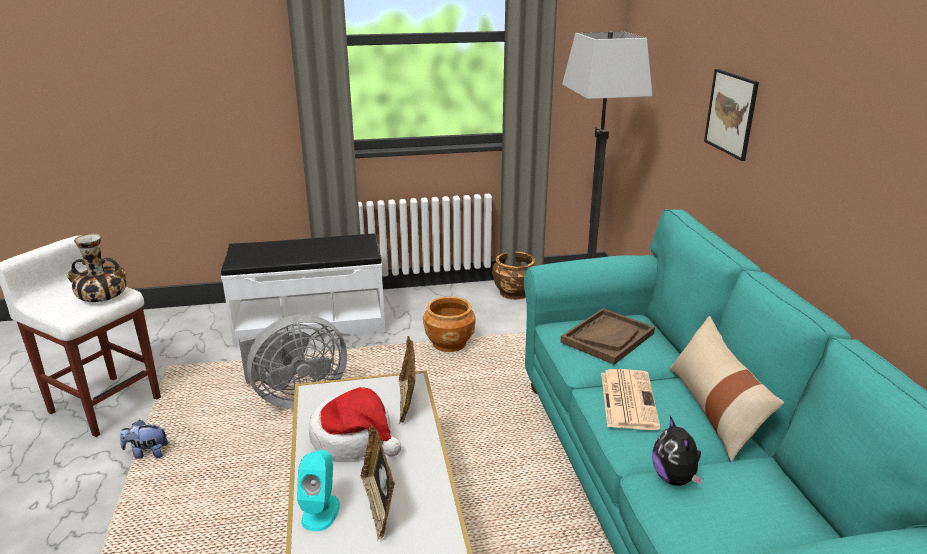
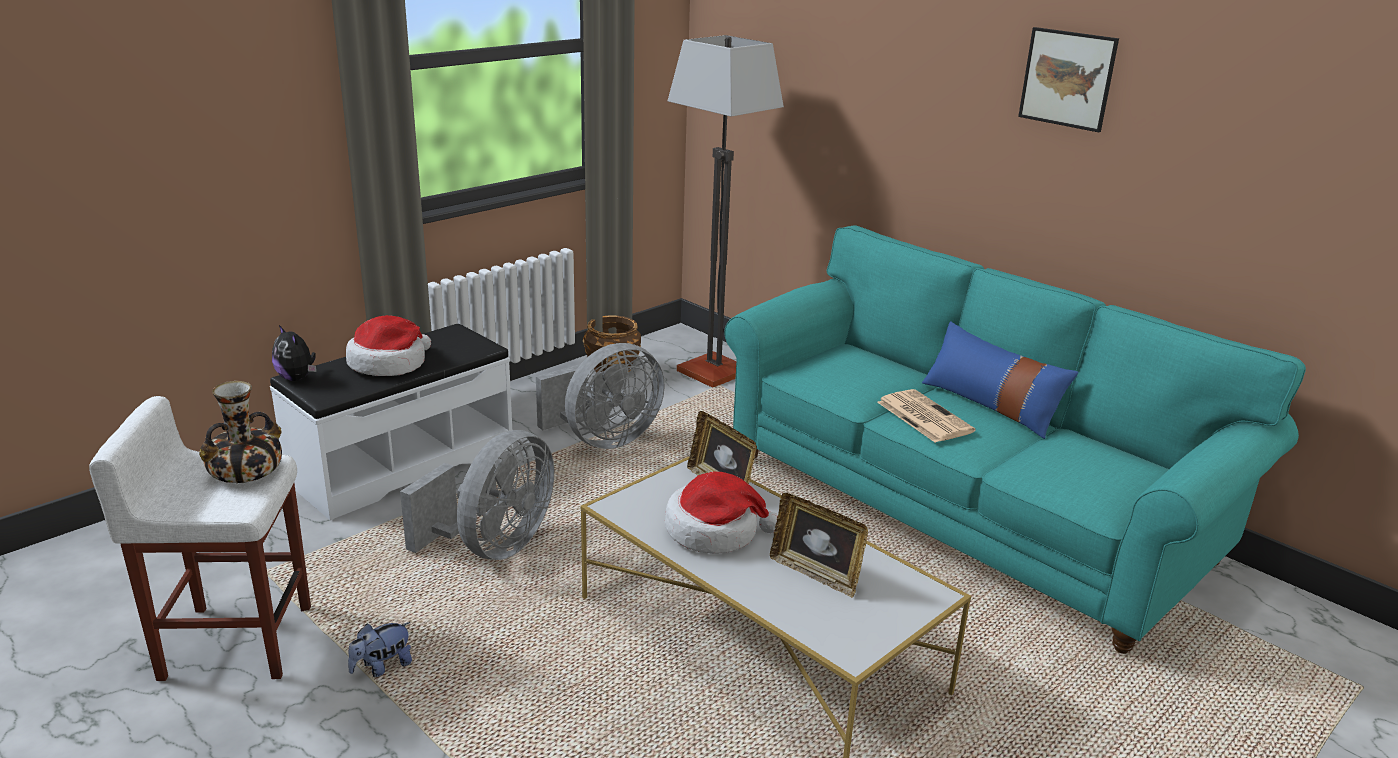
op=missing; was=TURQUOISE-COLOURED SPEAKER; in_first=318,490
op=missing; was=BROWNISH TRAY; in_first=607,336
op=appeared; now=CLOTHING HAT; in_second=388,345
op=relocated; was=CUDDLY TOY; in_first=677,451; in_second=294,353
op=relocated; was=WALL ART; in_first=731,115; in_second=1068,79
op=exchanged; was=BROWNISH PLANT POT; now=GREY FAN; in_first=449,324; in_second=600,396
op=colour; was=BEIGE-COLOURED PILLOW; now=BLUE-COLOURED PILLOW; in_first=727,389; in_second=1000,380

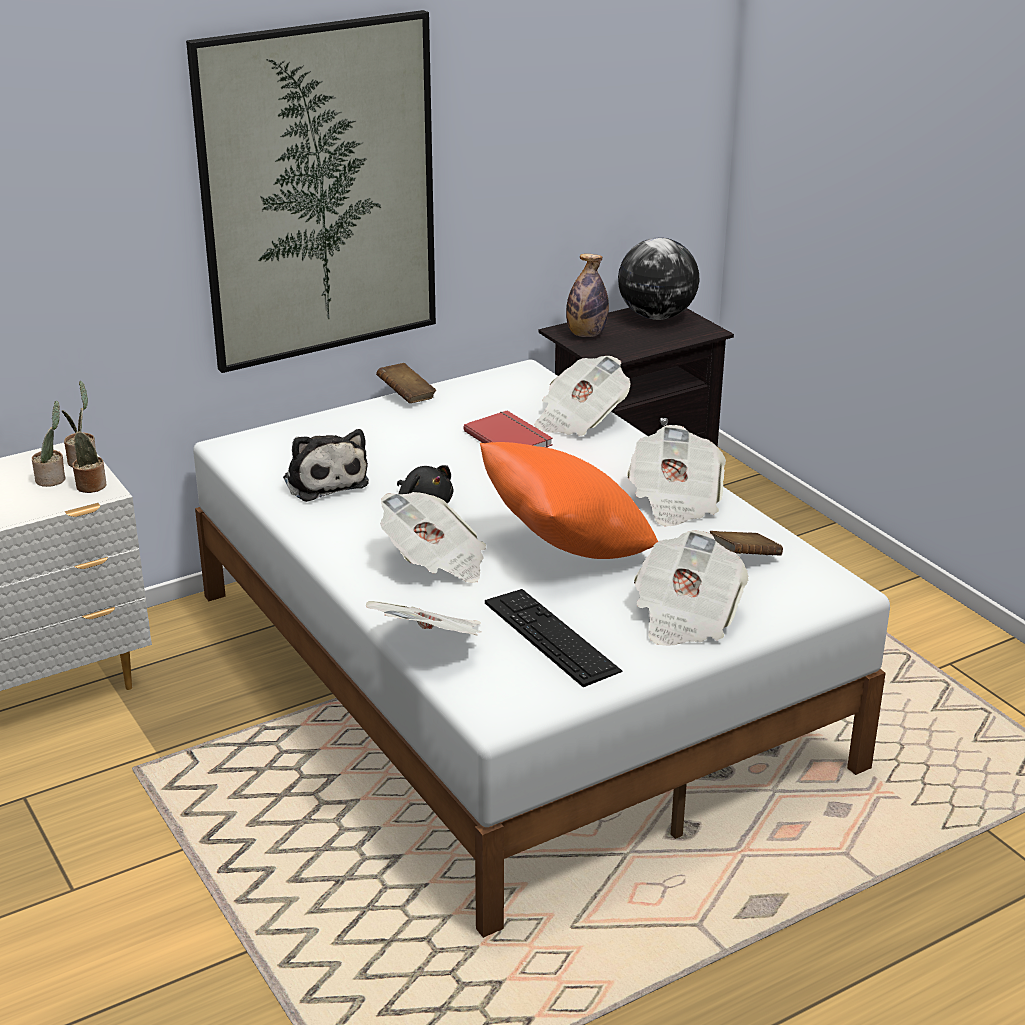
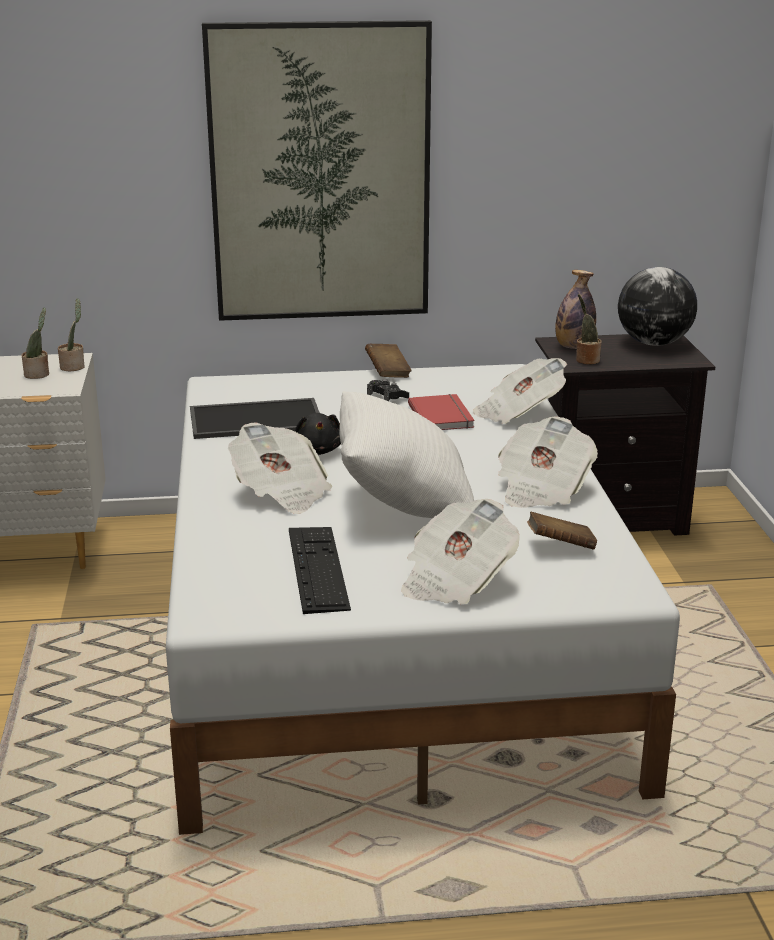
op=missing; was=PRINTED PAPER; in_first=423,618
op=appeared; now=BLACK-COLOURED GAME CONTROLLER; in_second=388,390
op=relocated; was=HOUSEPLANT; in_first=84,451; in_second=588,329
op=exchanged; was=CUDDLY TOY; now=TRAY; in_first=326,465; in_second=255,418
op=colour; was=ORANGE PILLOW; now=WHITISH PILLOW; in_first=569,500; in_second=406,454

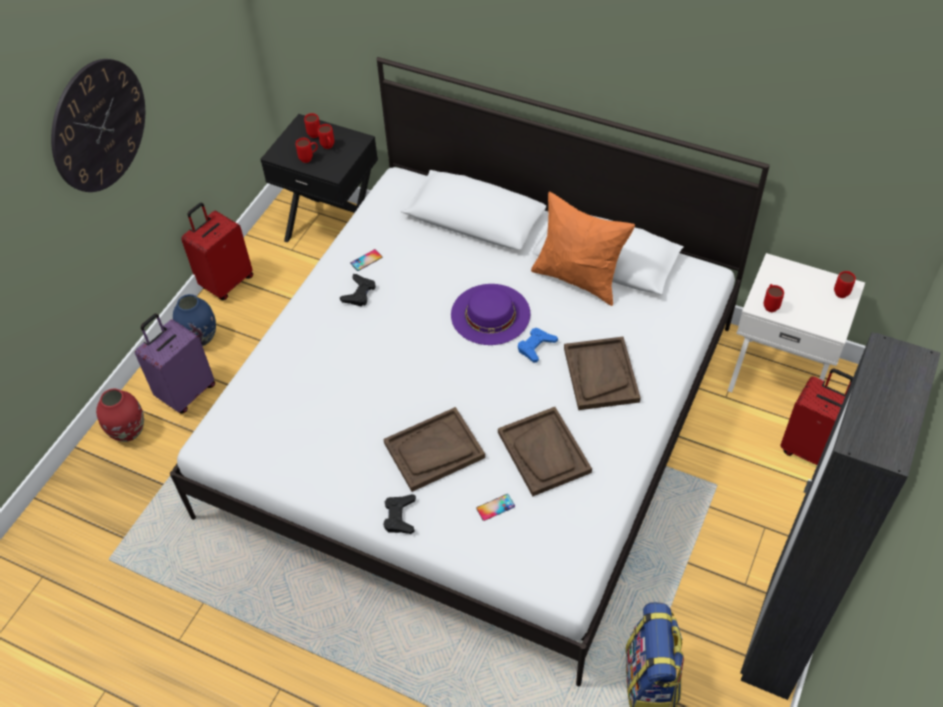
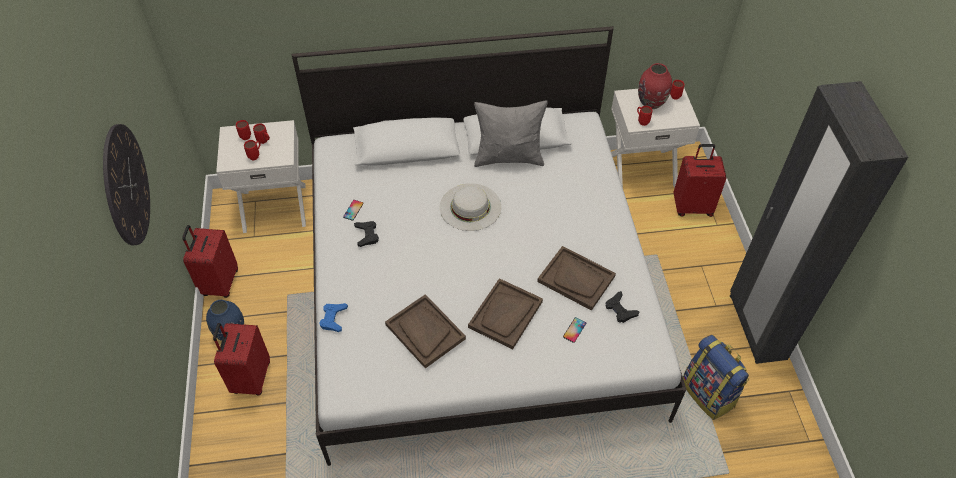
op=relocated; was=REDDISH VASE; in_first=120,415; in_second=655,86
op=relocated; was=BLACK-COLOURED GAME CONTROLLER; in_first=399,514; in_second=622,307
op=relocated; was=BLUE-COLOURED GAME CONTROLLER; in_first=538,345; in_second=333,317
op=relocated; was=BROWNISH TRAY; in_first=602,373; in_second=425,331
op=colour; was=PURPLE SUITCASE; now=REDDISH SUITCASE; in_first=175,364; in_second=241,359
op=colour; was=BLACK-COLOURED NIGHTSTAND; now=WHITISH NIGHTSTAND; in_first=319,178; in_second=261,176
op=colour; was=PURPLE CLOTHING HAT; now=WHITISH CLOTHING HAT; in_first=491,314; in_second=470,207
op=colour; was=ORANGE PILLOW; now=GREY PILLOW; in_first=583,248; in_second=511,133

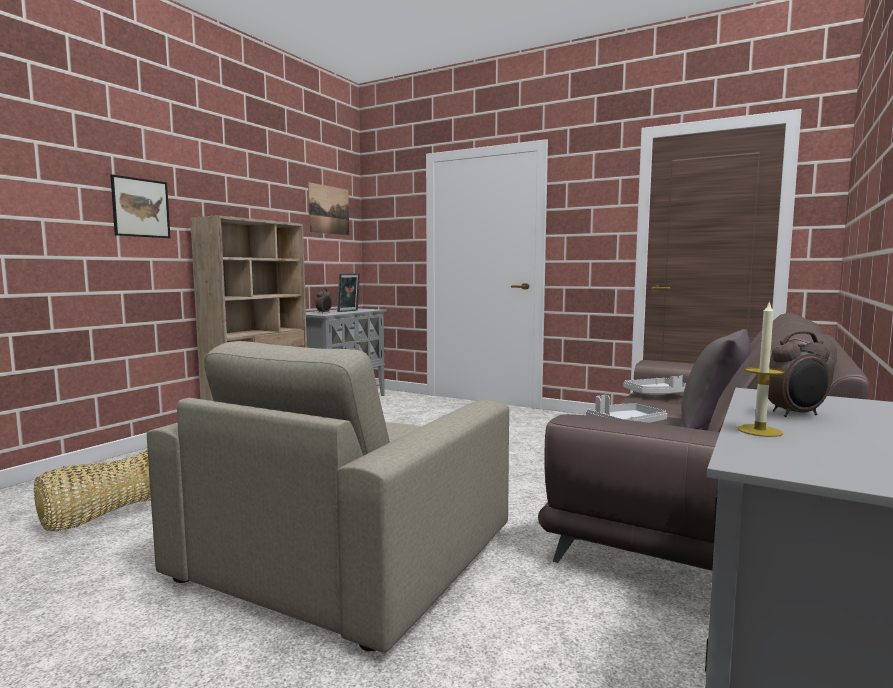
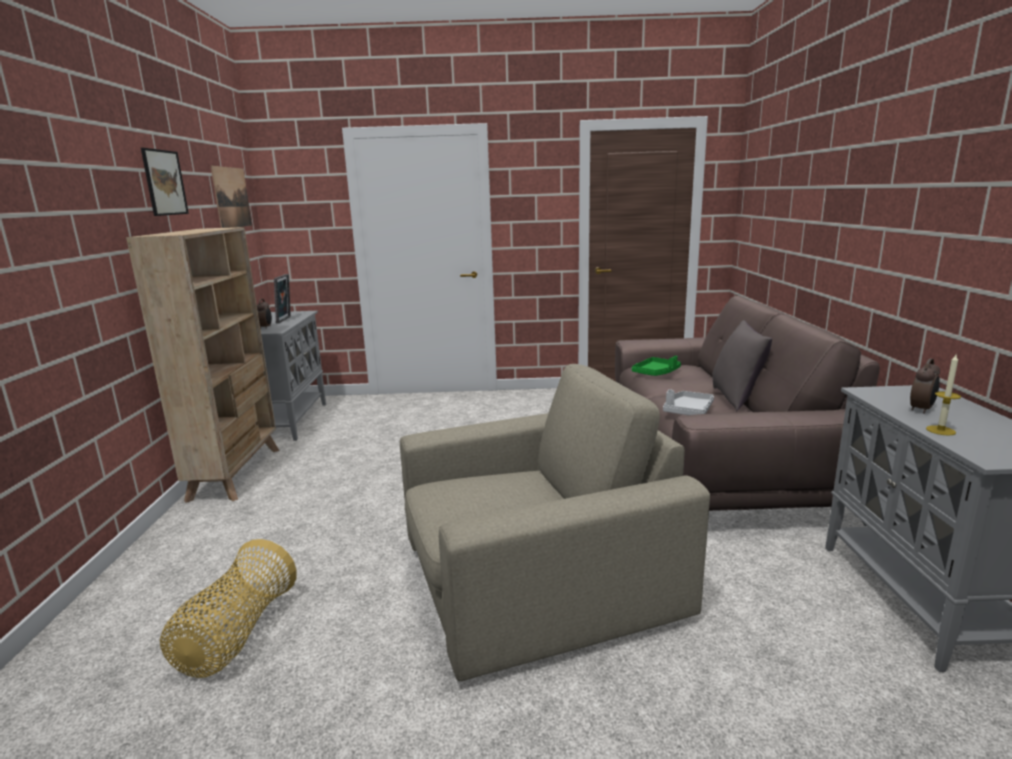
op=relocated; was=WALL ART; in_first=140,206; in_second=165,182
op=colour; was=GREY TRAY; now=GREEN-COLOURED TRAY; in_first=654,385; in_second=656,366
op=spun; was=BEIGE-COLOURED ARMCHAIR; in_first=328,497; in_second=555,522; clockwise=-105

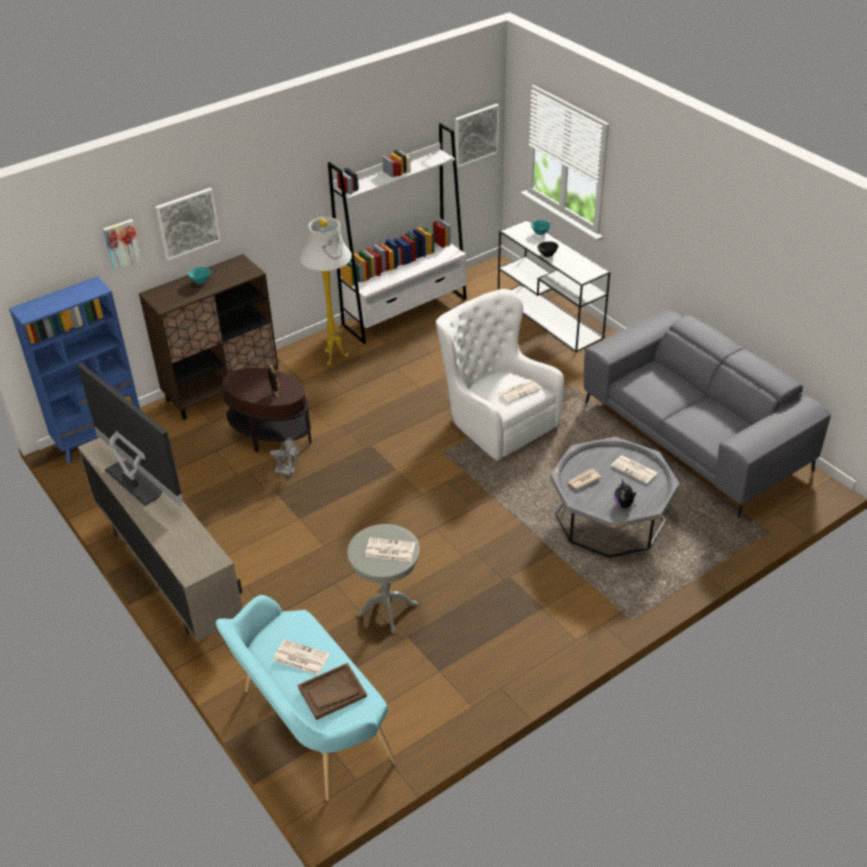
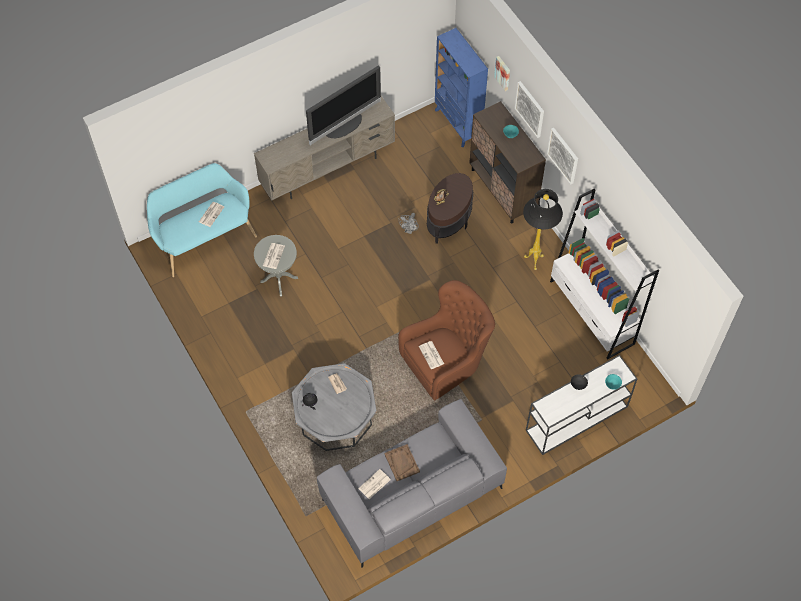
op=relocated; was=BROWNISH TRAY; in_first=332,691; in_second=402,462
op=relocated; was=WALL ART; in_first=477,136; in_second=562,156
op=relocated; was=PRINTED PAPER; in_first=634,469; in_second=374,484
op=colour; was=WHITISH STANDING LAMP; now=BLACK-COLOURED STANDING LAMP; in_first=326,291; in_second=543,229
op=colour; was=WHITISH ARMCHAIR; now=BROWNISH ARMCHAIR; in_first=500,375; in_second=446,340

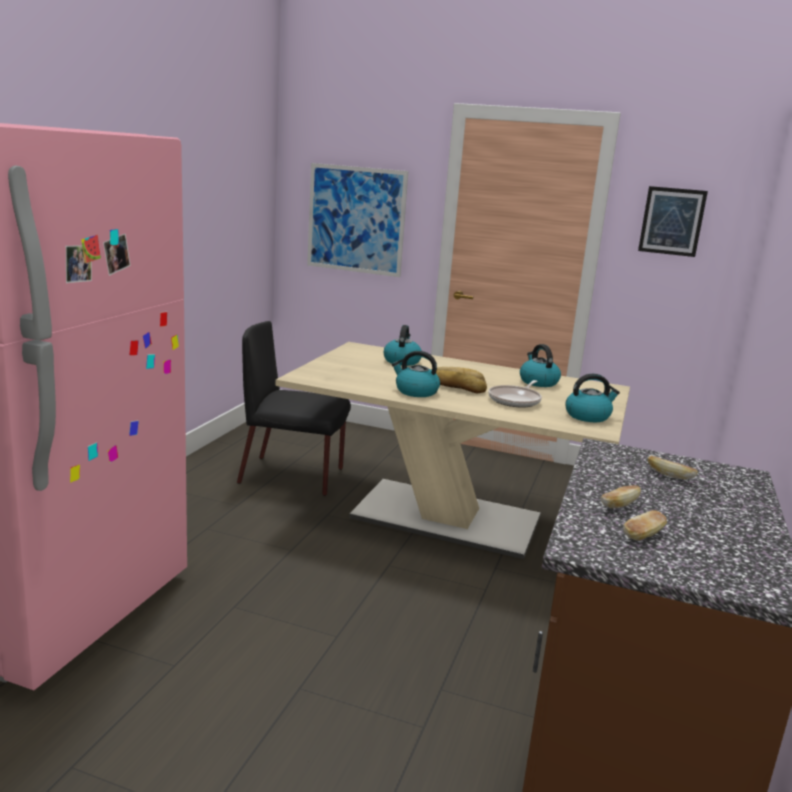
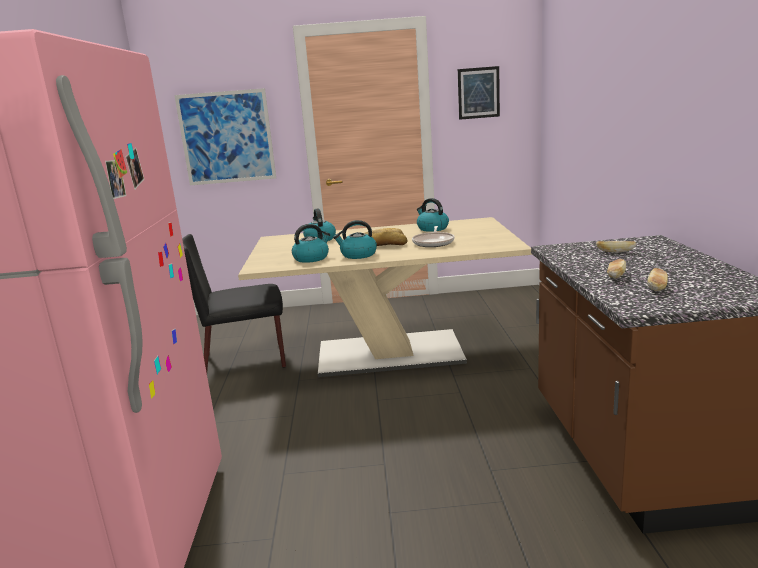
op=relocated; was=TEA KETTLE; in_first=593,398; in_second=311,243

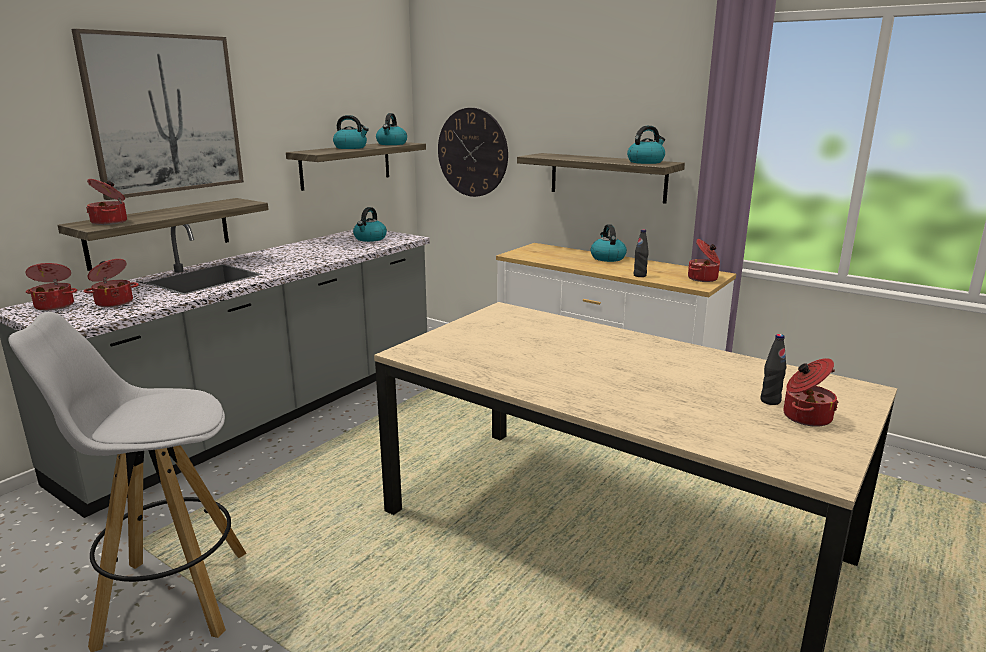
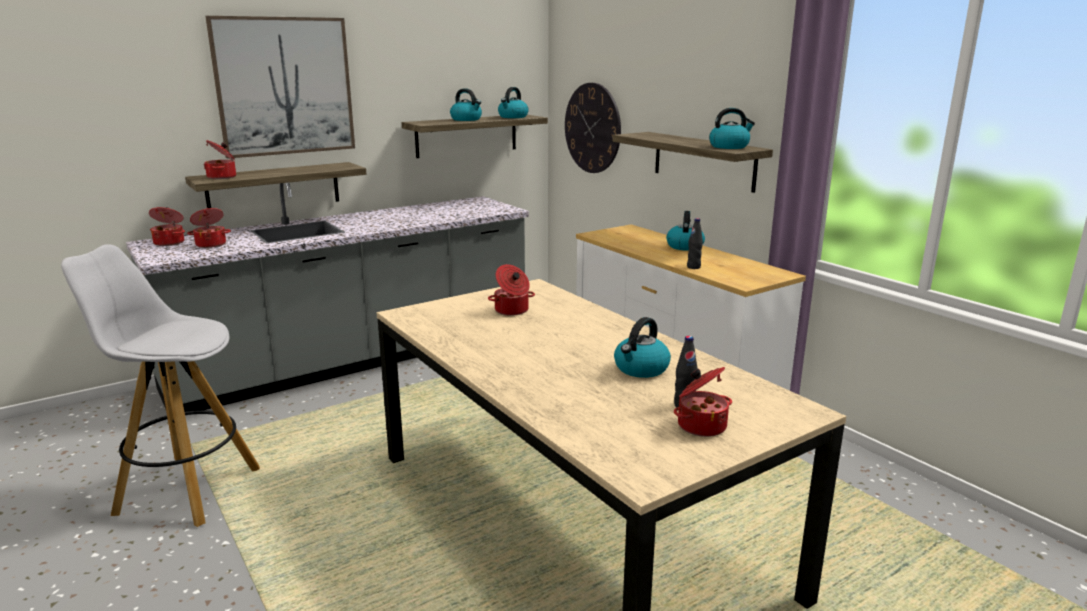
op=relocated; was=TEA KETTLE; in_first=370,224; in_second=642,347
op=relocated; was=SAUCEPOT; in_first=704,260; in_second=511,290

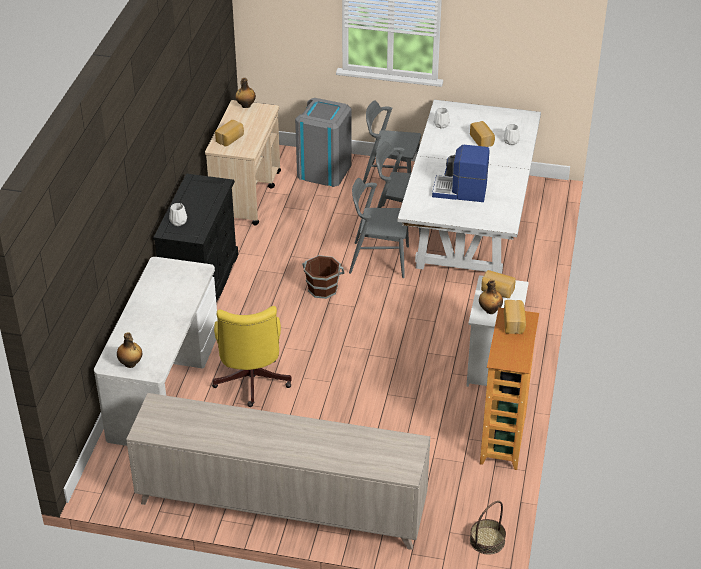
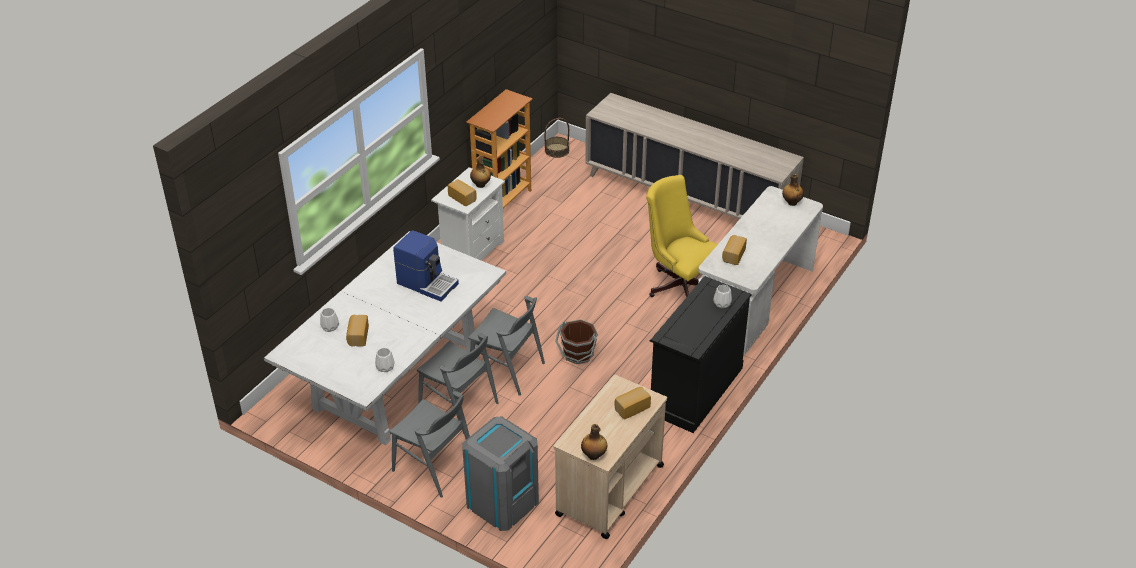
op=relocated; was=BREAD; in_first=515,317; in_second=734,250
op=spun; was=YELLOW OFFICE CHAIR; in_first=252,356; in_second=682,236; clockwise=-60

